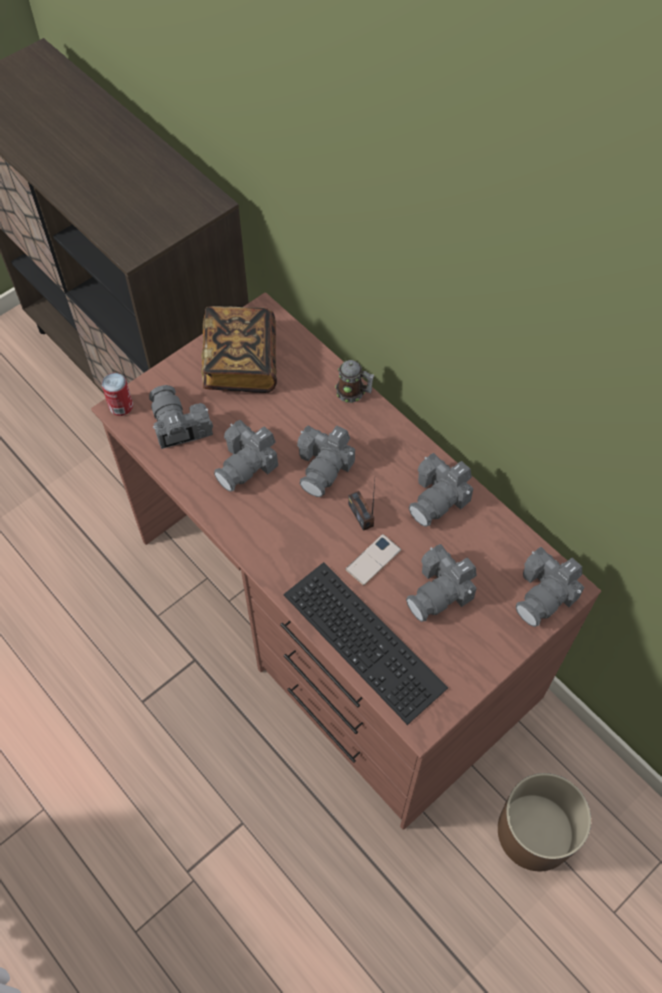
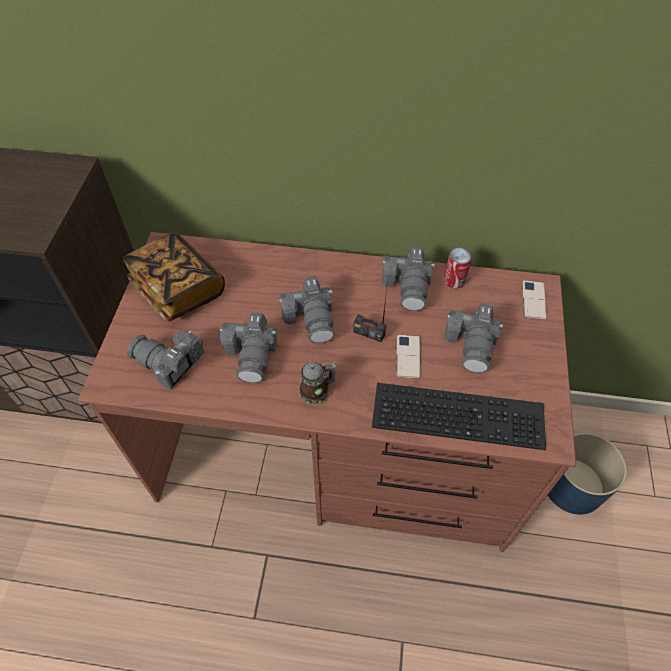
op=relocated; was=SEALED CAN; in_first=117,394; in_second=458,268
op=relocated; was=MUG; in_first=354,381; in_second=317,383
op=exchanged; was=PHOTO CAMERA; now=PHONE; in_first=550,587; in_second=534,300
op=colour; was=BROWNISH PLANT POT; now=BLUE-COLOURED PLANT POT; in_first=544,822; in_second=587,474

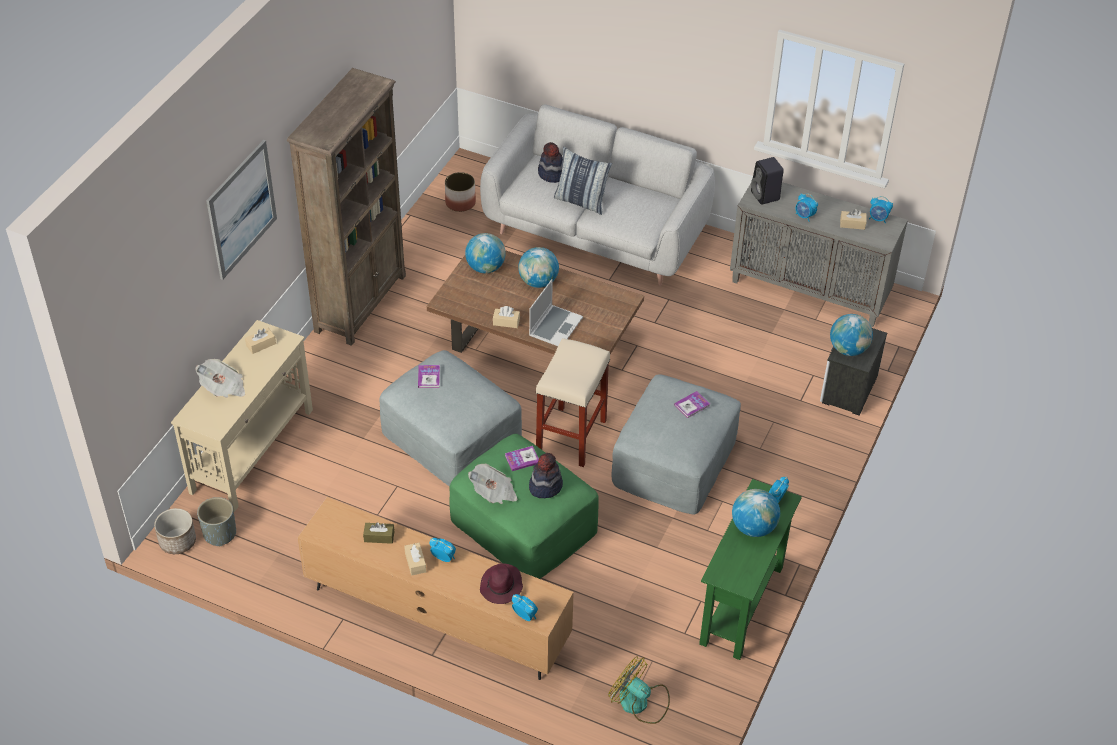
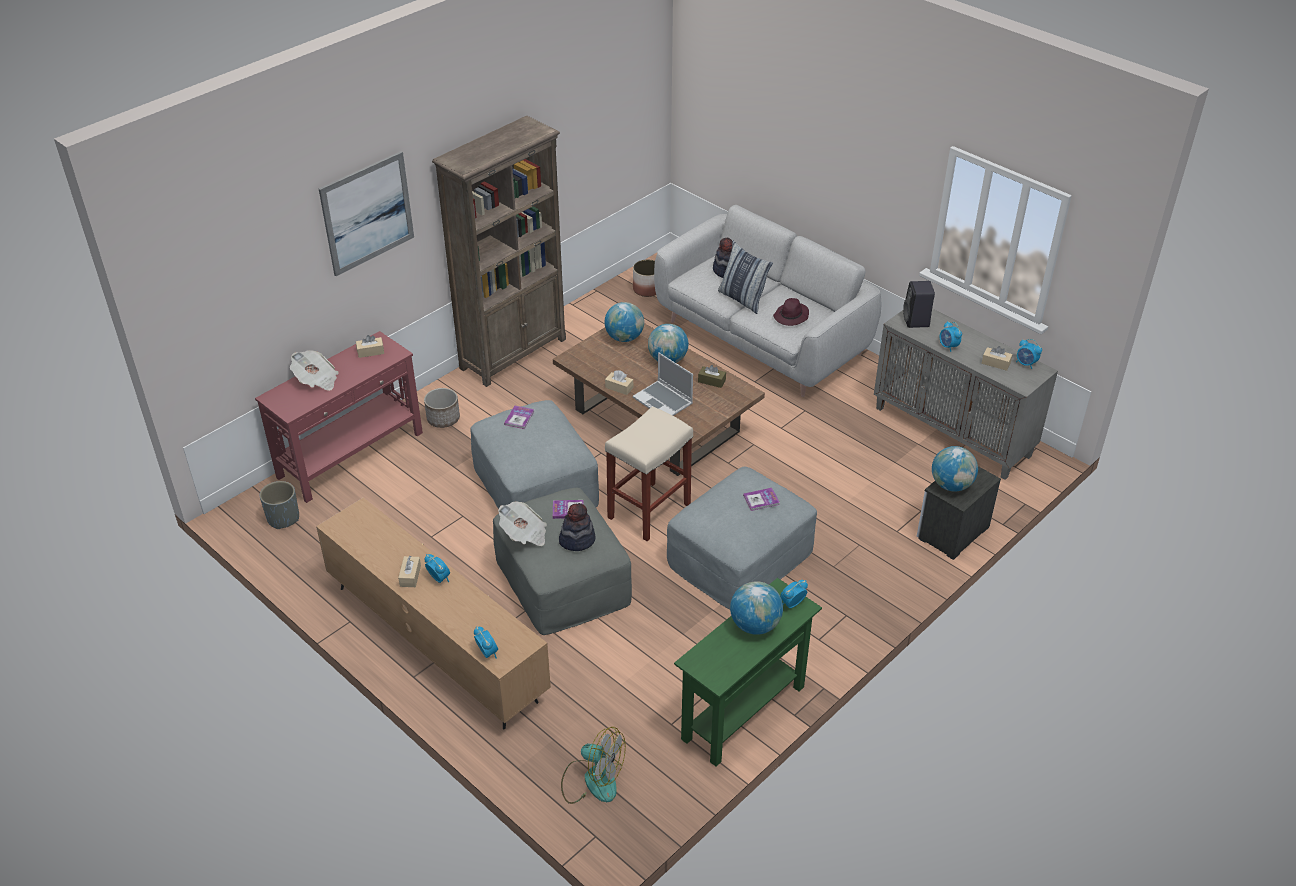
op=relocated; was=PLANT POT; in_first=175,531; in_second=442,408
op=relocated; was=BROWNISH BOX OF TISSUES; in_first=378,533; in_second=712,376
op=relocated; was=PURPLE CLOTHING HAT; in_first=501,583; in_second=791,312
op=colour; was=BEIGE-COLOURED NARROW TABLE; now=REDDISH NARROW TABLE; in_first=242,416; in_second=339,417
op=colour; was=GREEN-COLOURED POUFFE; now=GREY POUFFE; in_first=524,506; in_second=562,561
op=spun; was=LAPTOP; in_first=556,312; in_second=663,384; clockwise=90
op=spun; was=FAN; in_first=639,690; in_second=593,765; clockwise=150

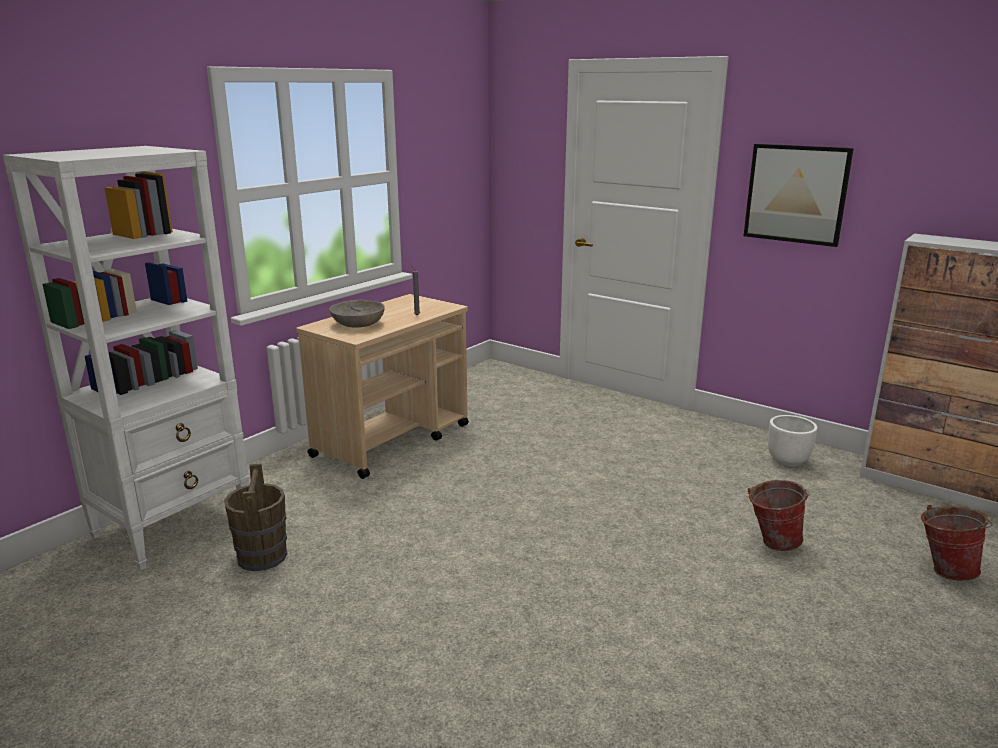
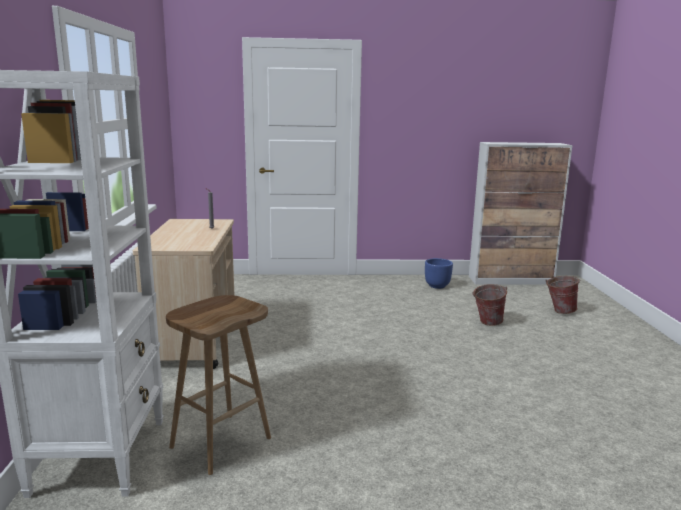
op=missing; was=GREY BOWL; in_first=357,313
op=missing; was=WALL ART; in_first=799,195
op=exchanged; was=BROWNISH PAIL; now=BROWNISH STOOL SEAT; in_first=255,517; in_second=218,385
op=colour; was=WHITISH PLANT POT; now=BLUE-COLOURED PLANT POT; in_first=793,441; in_second=439,273

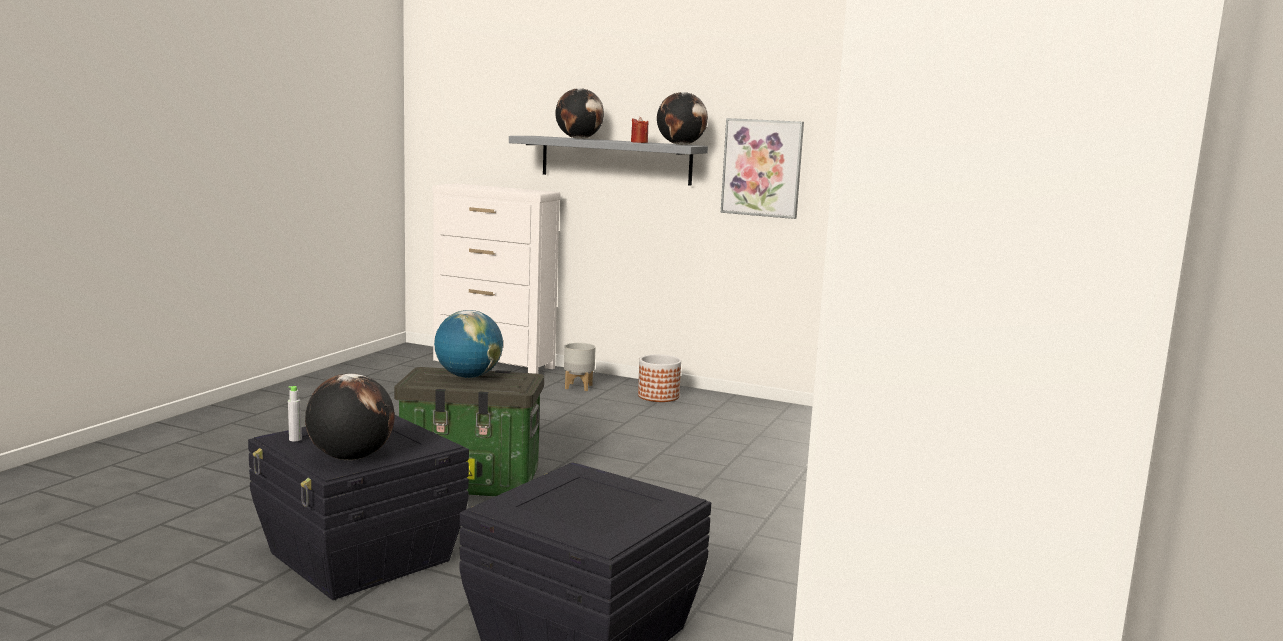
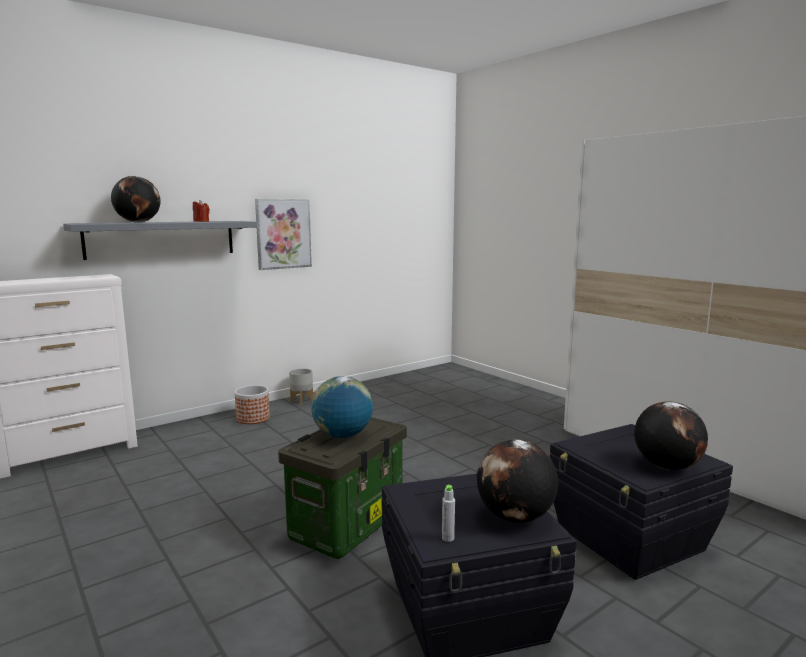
op=relocated; was=GREY PLANT POT; in_first=580,367; in_second=301,386
op=relocated; was=DESK GLOBE; in_first=682,118; in_second=671,435

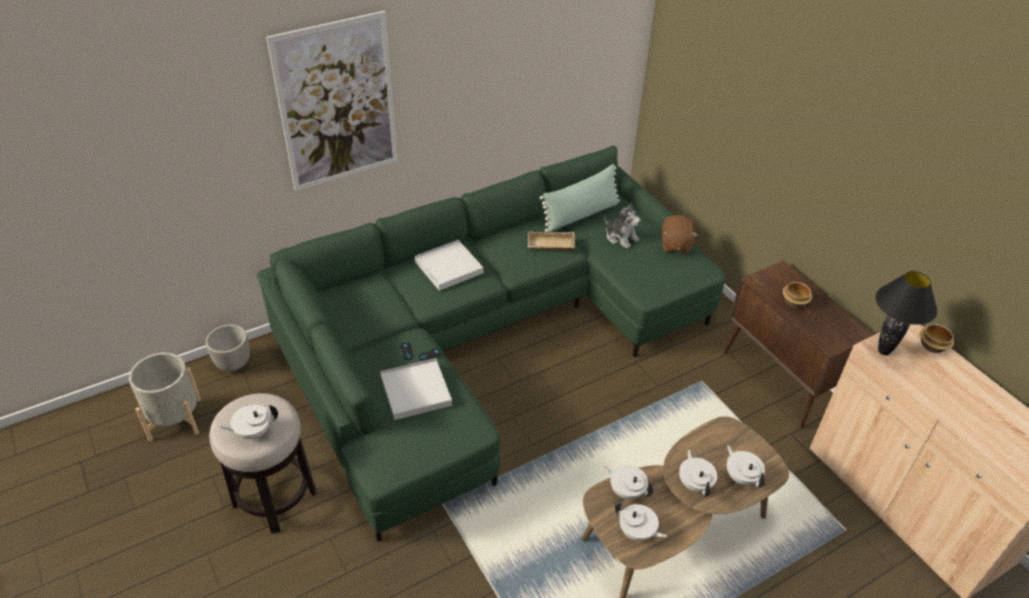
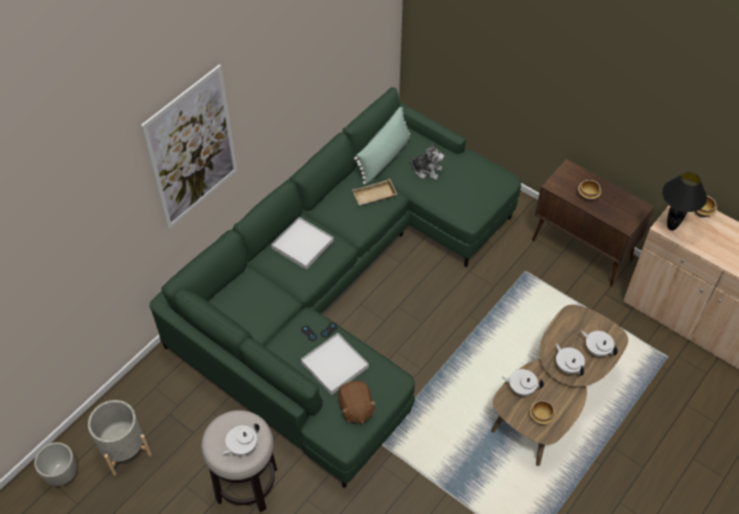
op=relocated; was=PLANT POT; in_first=227,348; in_second=55,464
op=relocated; was=BROWNISH CUDDLY TOY; in_first=680,234; in_second=357,402
op=exchanged; was=WHITISH TEA POT; now=BOWL; in_first=641,521; in_second=542,412

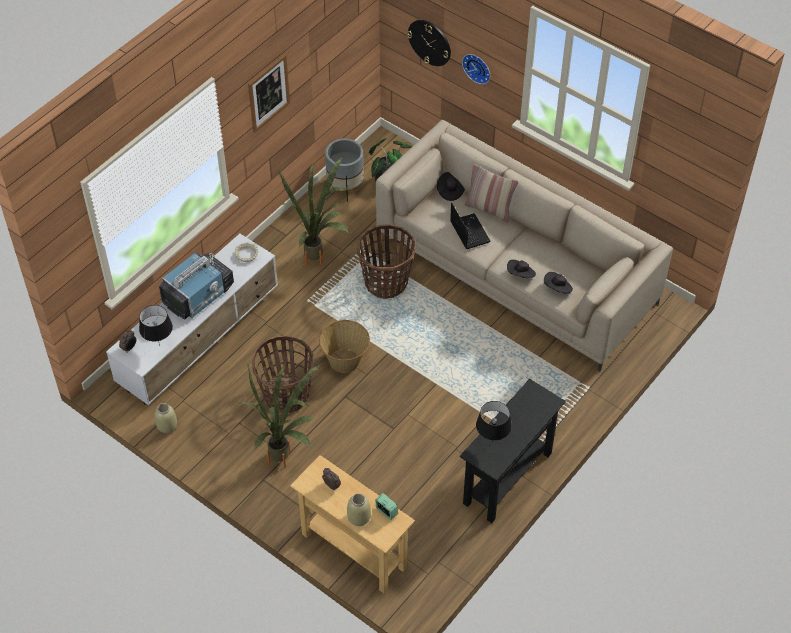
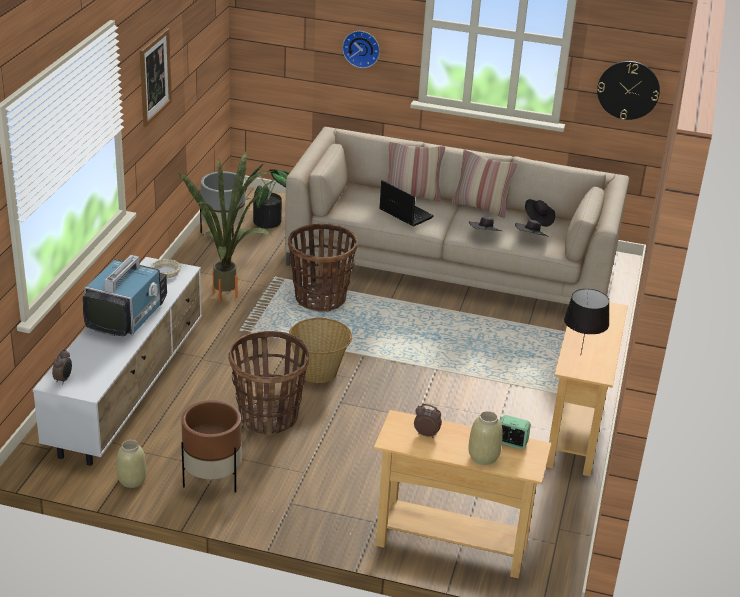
op=missing; was=BLACK-COLOURED TABLE LAMP; in_first=156,325
op=missing; was=HOUSEPLANT; in_first=279,415
op=appeared; now=BROWNISH PLANT POT; in_second=211,446
op=appeared; now=PILLOW; in_second=484,184
op=relocated; was=HANGING CLOCK; in_first=429,43; in_second=628,90
op=relocated; was=BLACK-COLOURED CLOTHING HAT; in_first=451,186; in_second=540,213
op=colour; was=BLACK-COLOURED NARROW TABLE; now=BEIGE-COLOURED NARROW TABLE; in_first=513,451; in_second=587,389

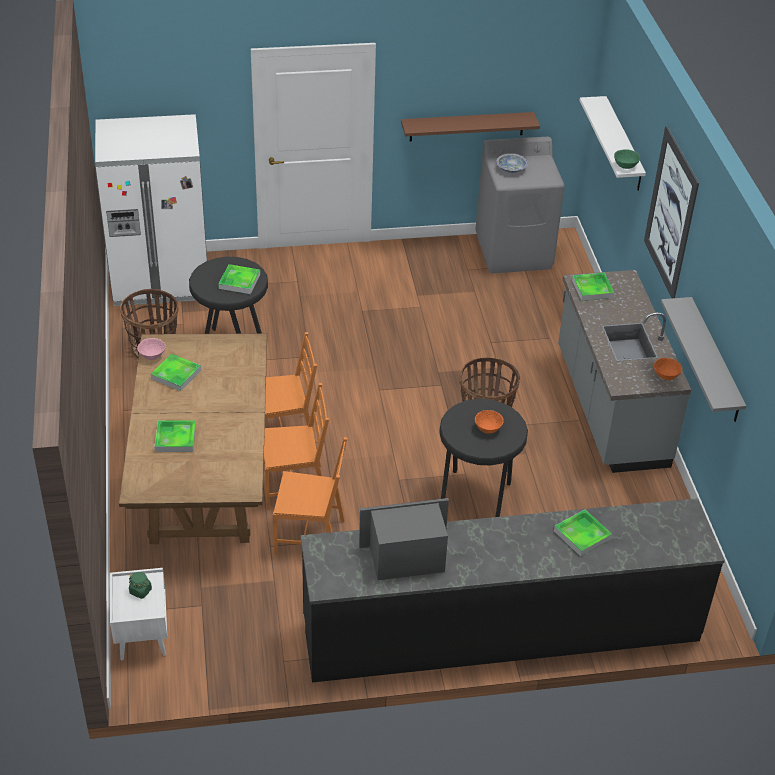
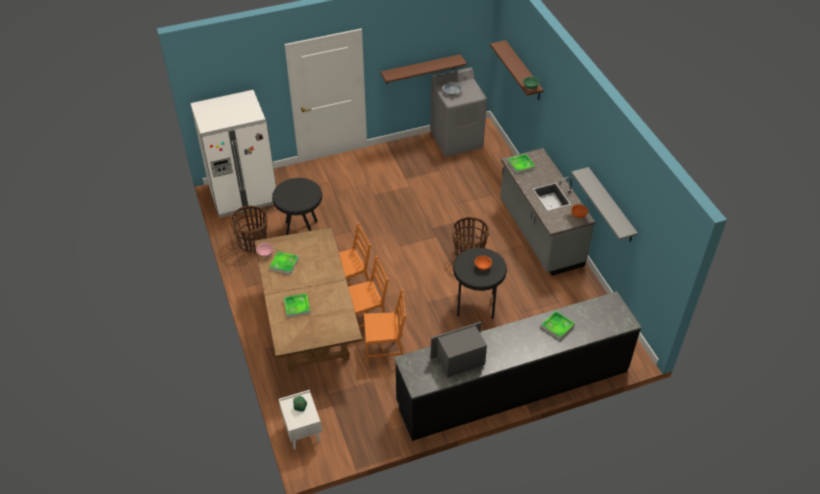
op=missing; was=TRAY; in_first=239,279
op=missing; was=WALL ART; in_first=671,212
op=colour; was=WHITISH BRACKET SHELF; now=BROWNISH BRACKET SHELF; in_first=612,143; in_second=517,70

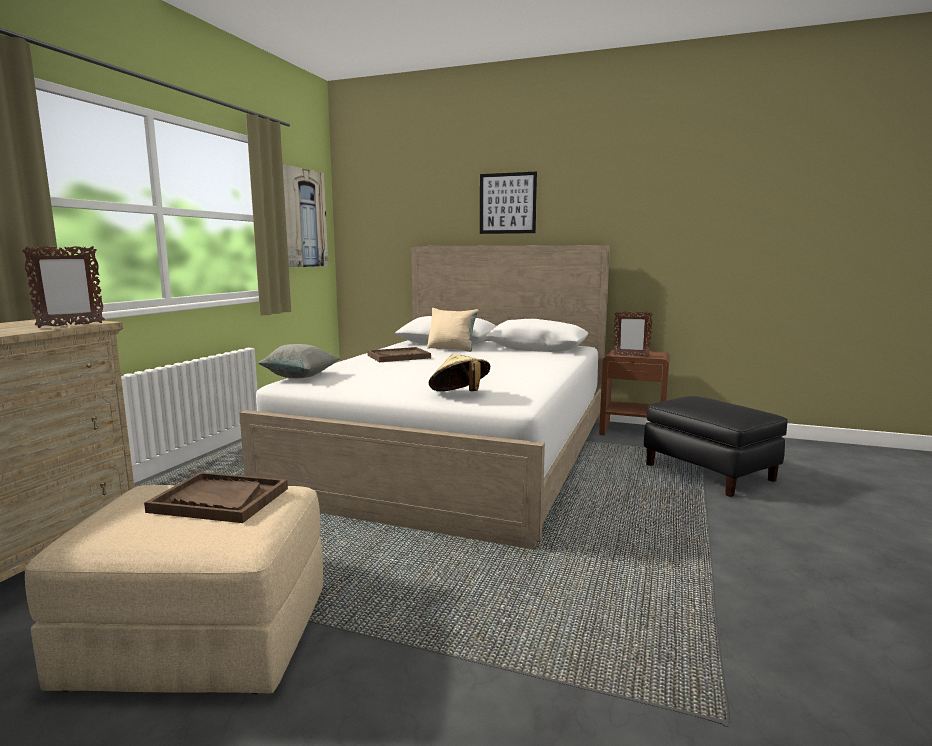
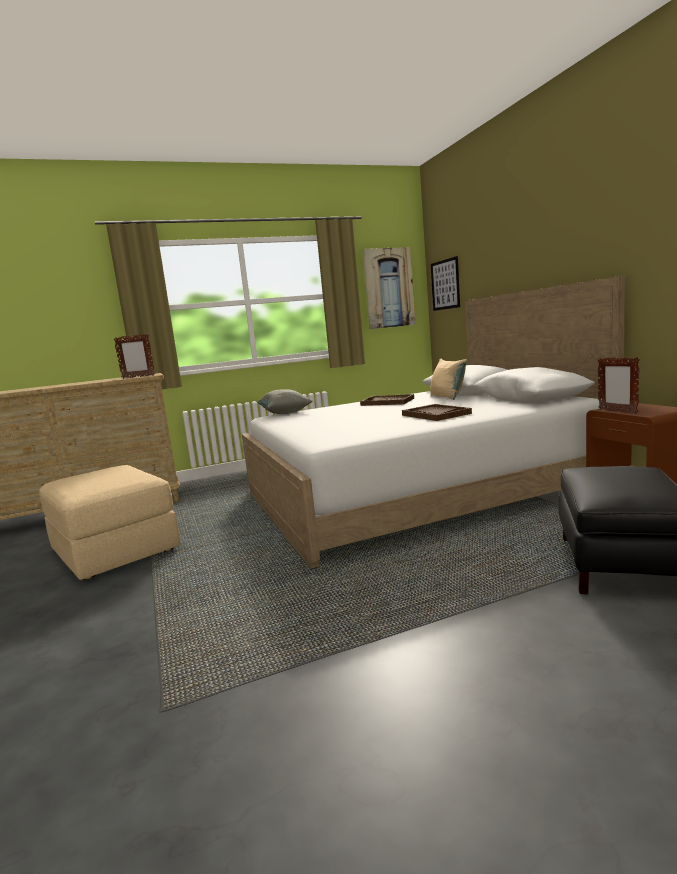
op=missing; was=BEIGE-COLOURED CLOTHING HAT; in_first=459,372
op=relocated; was=BROWNISH TRAY; in_first=216,497; in_second=437,412
op=relocated; was=WALL ART; in_first=508,202; in_second=445,283

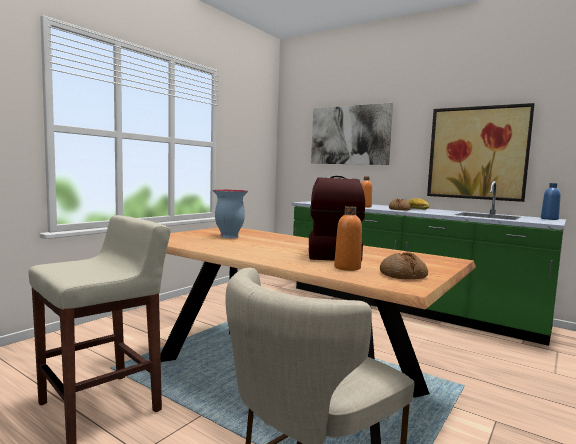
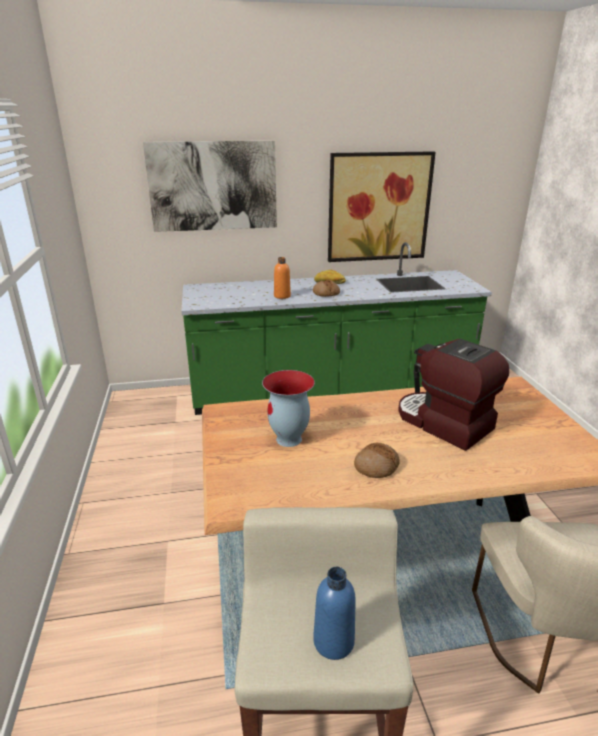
op=missing; was=ORANGE DRINK BOTTLE; in_first=348,238
op=relocated; was=BREAD; in_first=404,265; in_second=377,460
op=relocated; was=BLUE-COLOURED DRINK BOTTLE; in_first=551,201; in_second=334,613

